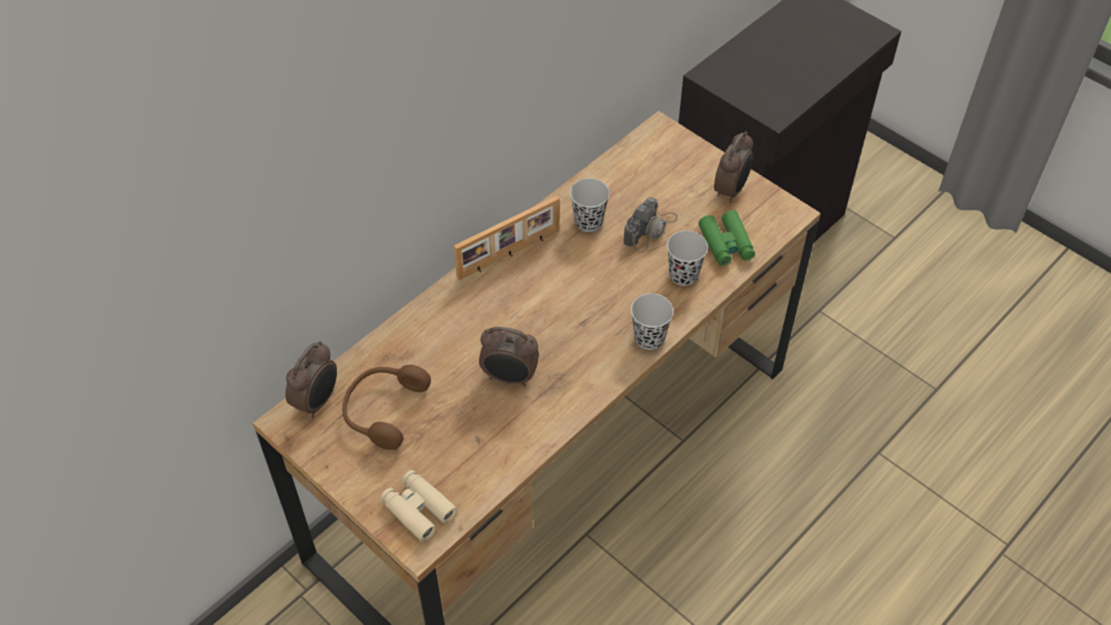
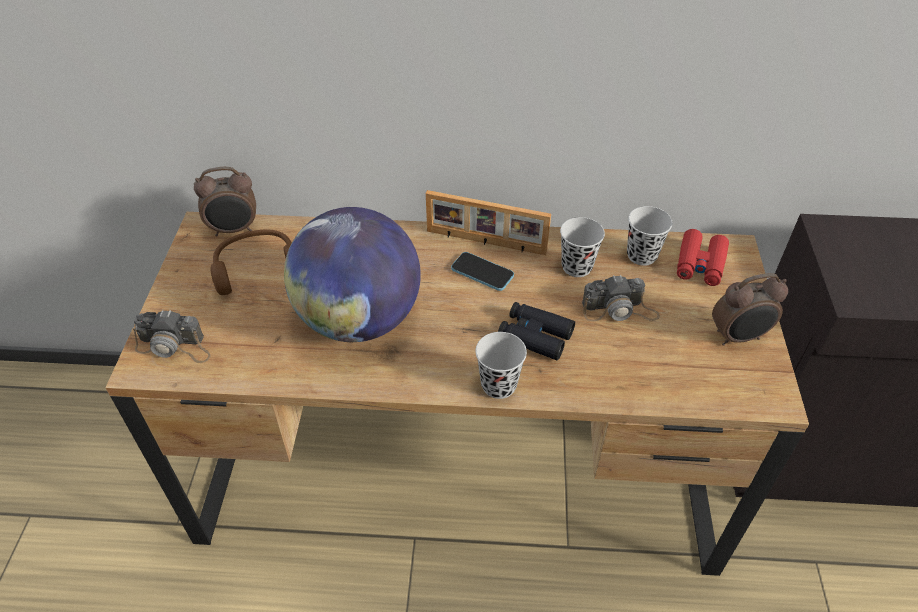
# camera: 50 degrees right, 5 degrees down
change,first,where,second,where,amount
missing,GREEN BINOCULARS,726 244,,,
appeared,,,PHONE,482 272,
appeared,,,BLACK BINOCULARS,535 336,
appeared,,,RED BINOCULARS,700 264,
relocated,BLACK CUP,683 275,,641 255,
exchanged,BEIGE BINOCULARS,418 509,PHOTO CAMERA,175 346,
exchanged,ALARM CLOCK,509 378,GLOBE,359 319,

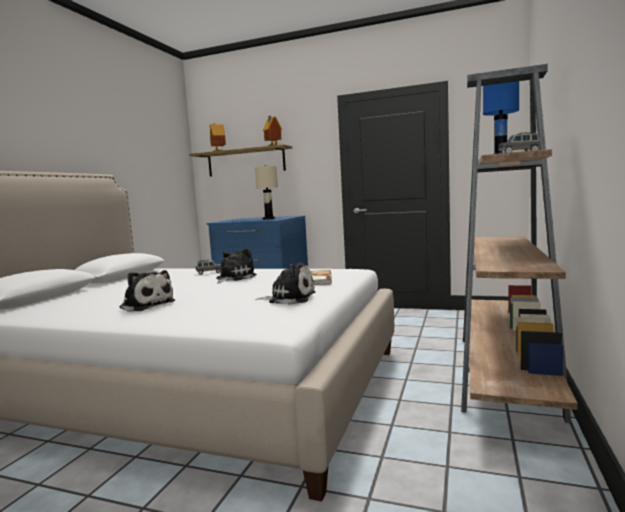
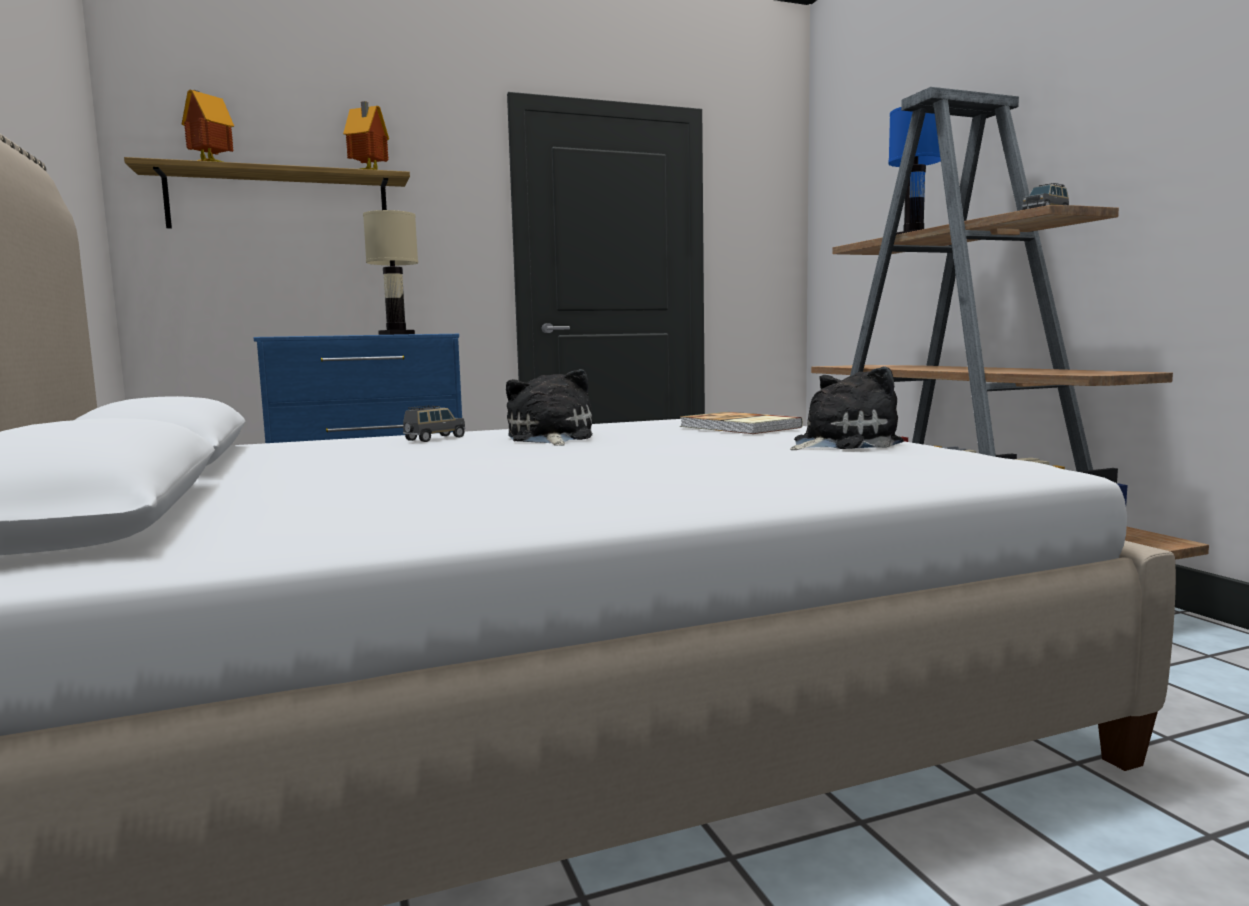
# camera: 40 degrees left, 0 degrees up
change,first,where,second,where,amount
missing,PLUSH TOY,146 305,,,

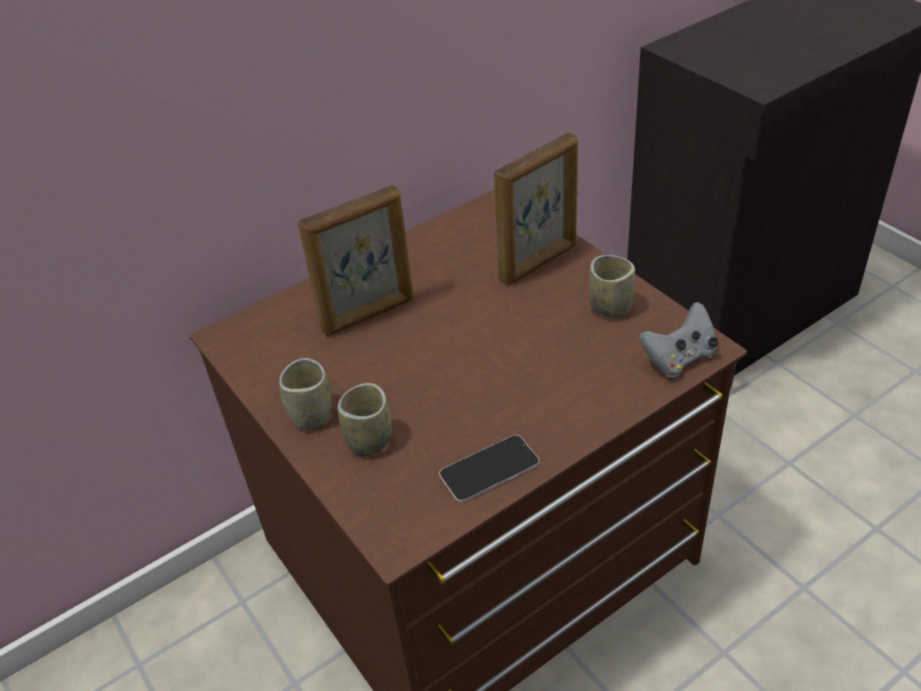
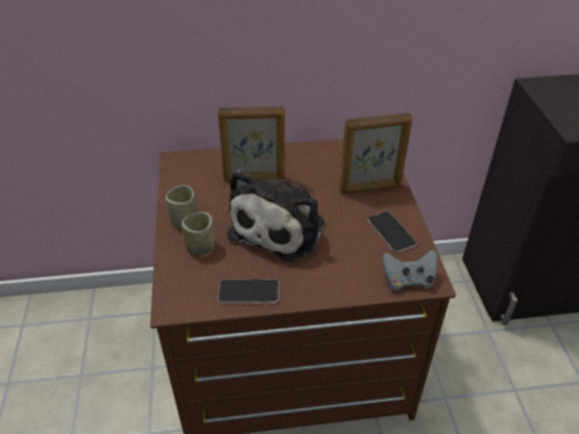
# camera: 25 degrees right, 0 degrees up
change,first,where,second,where,amount
appeared,,,PLUSH TOY,281 226,
exchanged,CUP,610 307,PHONE,391 232,

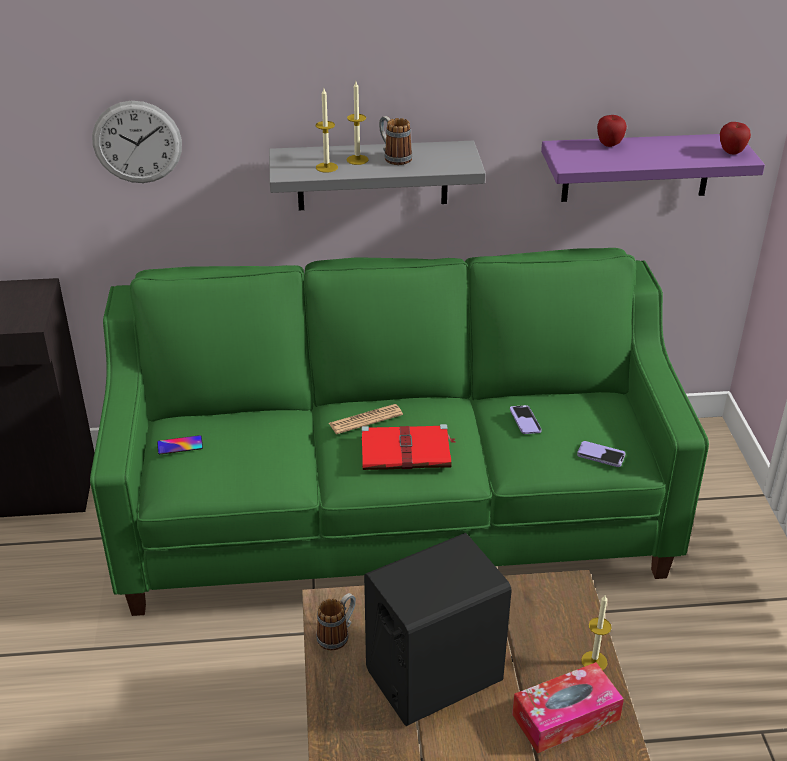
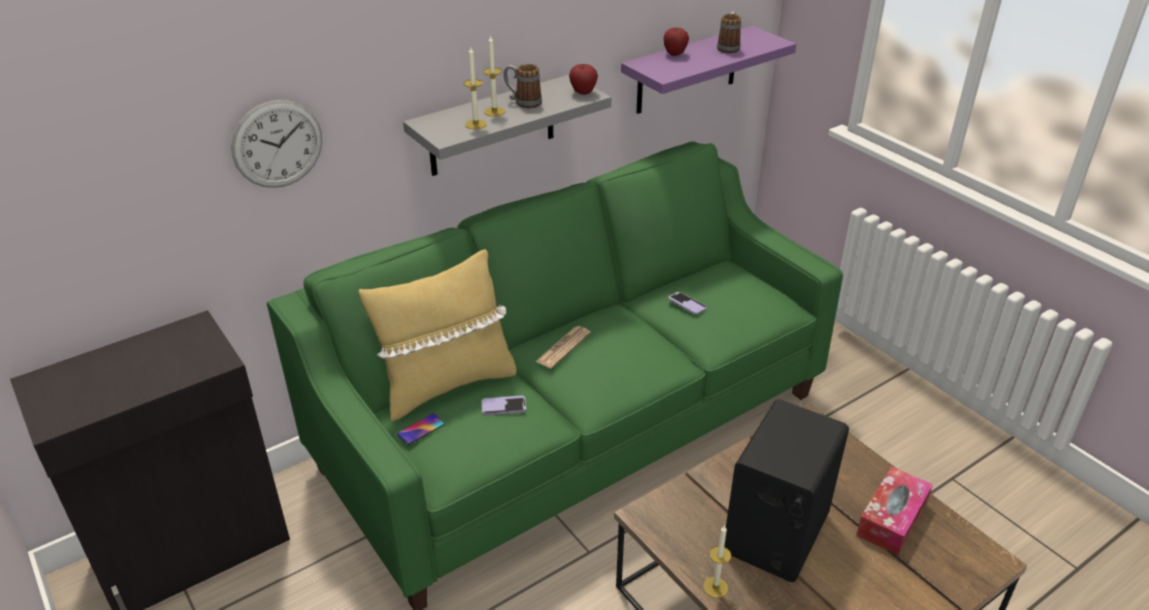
# camera: 30 degrees left, 0 degrees up
change,first,where,second,where,amount
missing,RED BOOK,407 451,,,
appeared,,,YELLOW PILLOW,446 385,
relocated,MUG,338 634,,728 47,
relocated,PHONE,601 455,,503 407,
relocated,CANDLE,594 661,,715 587,
relocated,APPLE,731 152,,583 93,

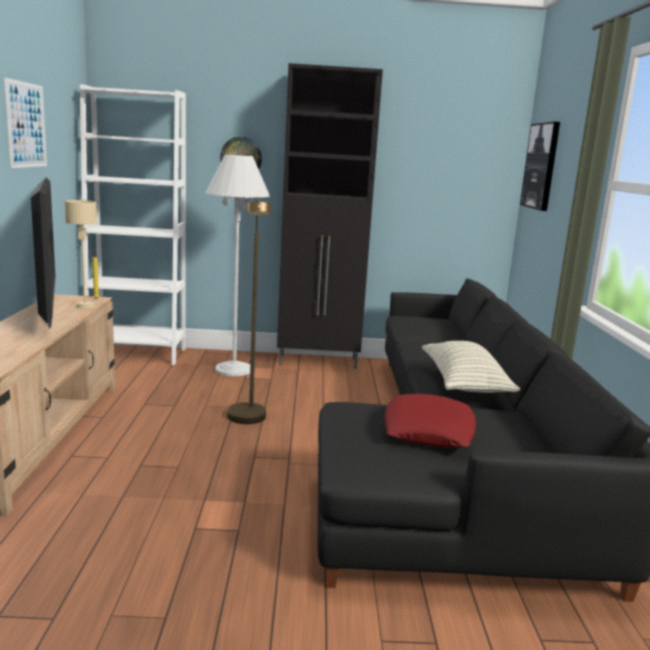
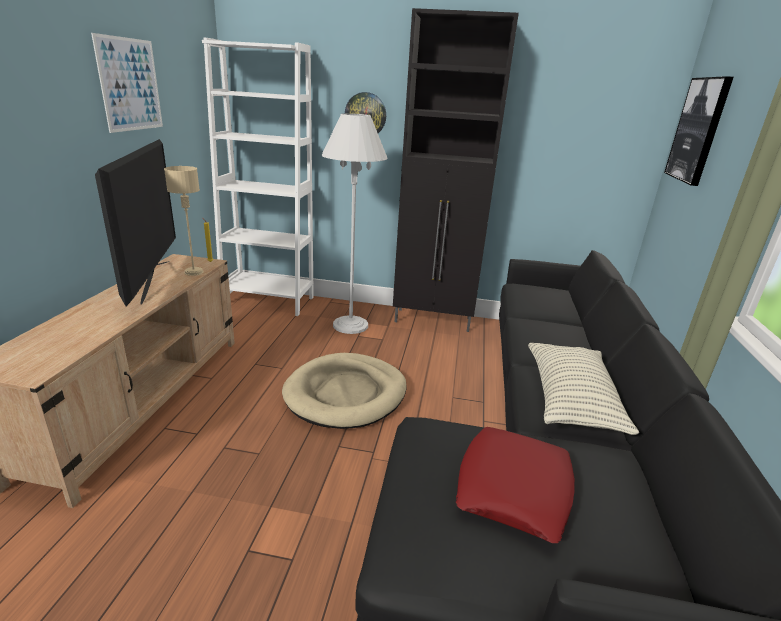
# camera: 10 degrees right, 10 degrees up
change,first,where,second,where,amount
exchanged,BROWN FLOOR LAMP,248 421,BEIGE DOG BED,346 394,

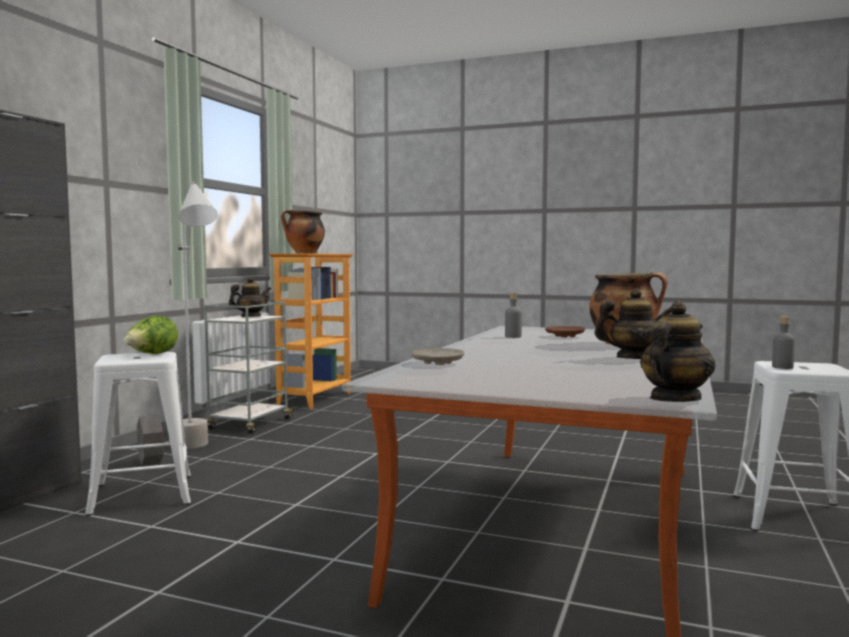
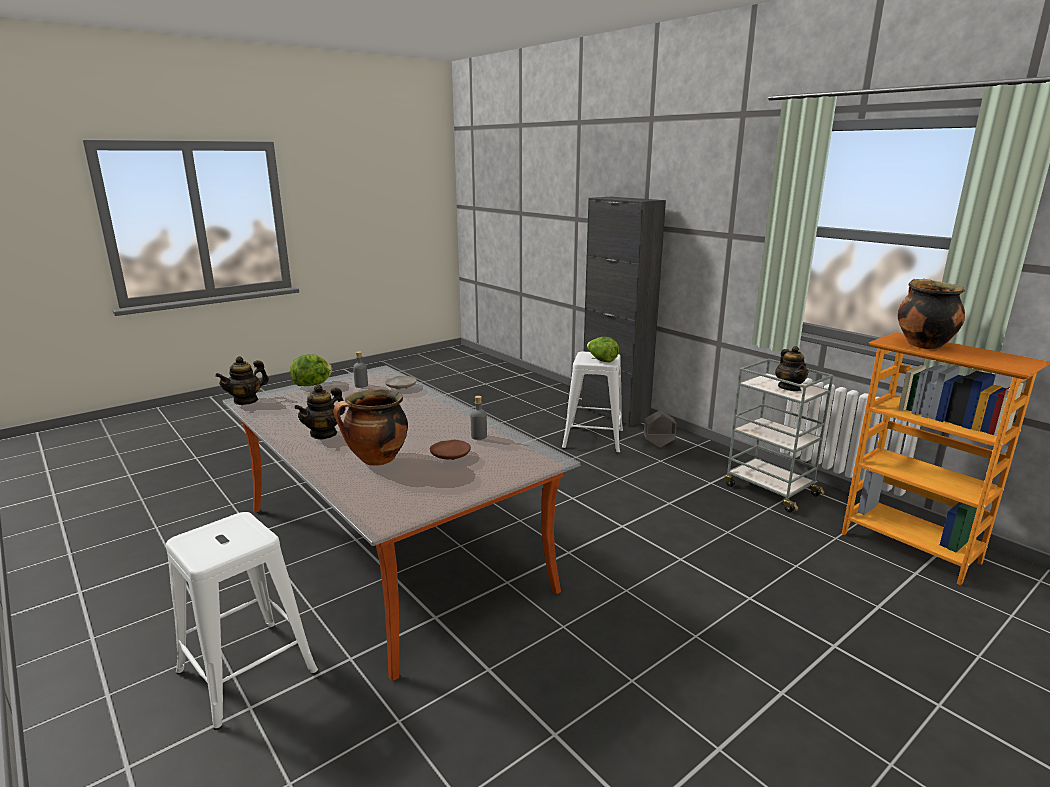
# camera: 120 degrees right, 15 degrees up
change,first,where,second,where,amount
missing,GREY FLOOR LAMP,197 451,,,
appeared,,,LETTUCE,313 385,
relocated,GREY BOTTLE,782 367,,361 385,
spun,TEAPOT,674 399,,246 400,60 degrees clockwise

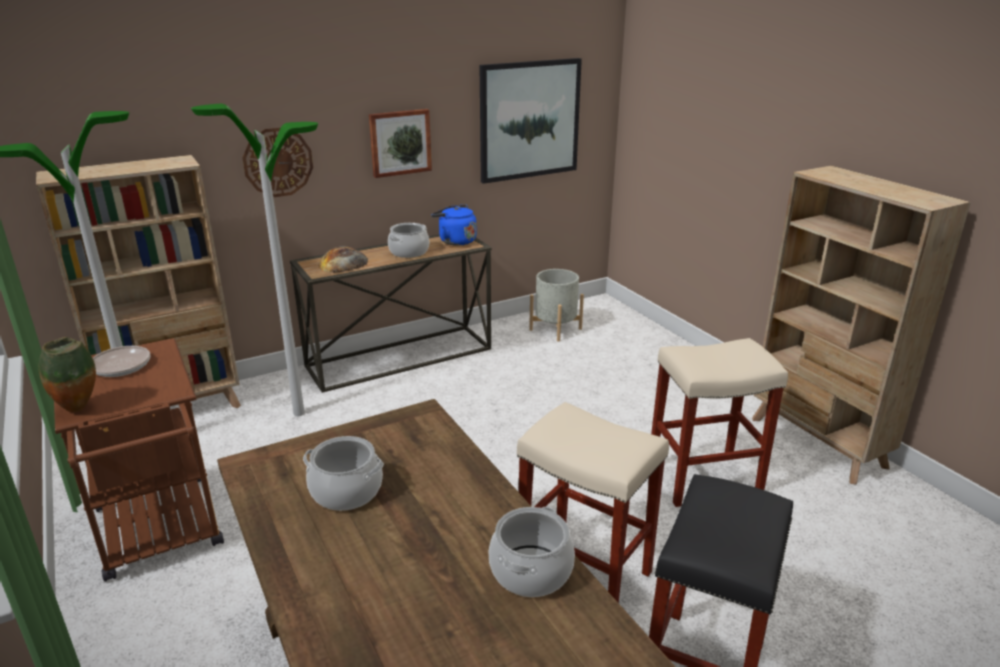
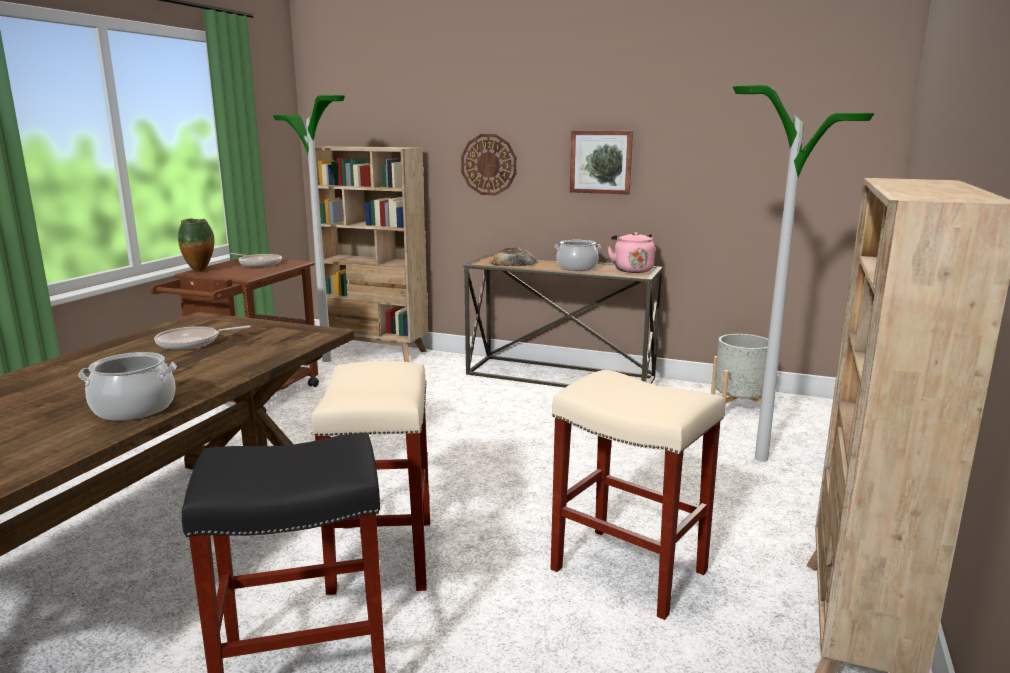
# camera: 50 degrees right, 10 degrees down
change,first,where,second,where,amount
missing,PICTURE,529 120,,,
relocated,FLOOR LAMP,299 413,,761 459,
exchanged,COOKING POT,346 491,FRYING PAN,192 342,
colour,BLUE KETTLE,455 241,PINK KETTLE,632 270,

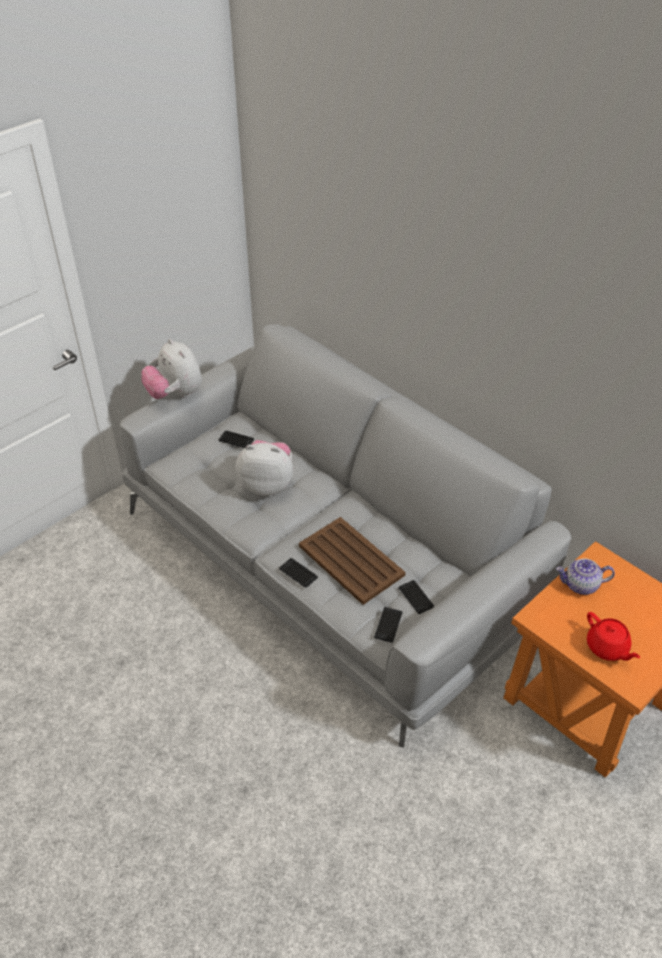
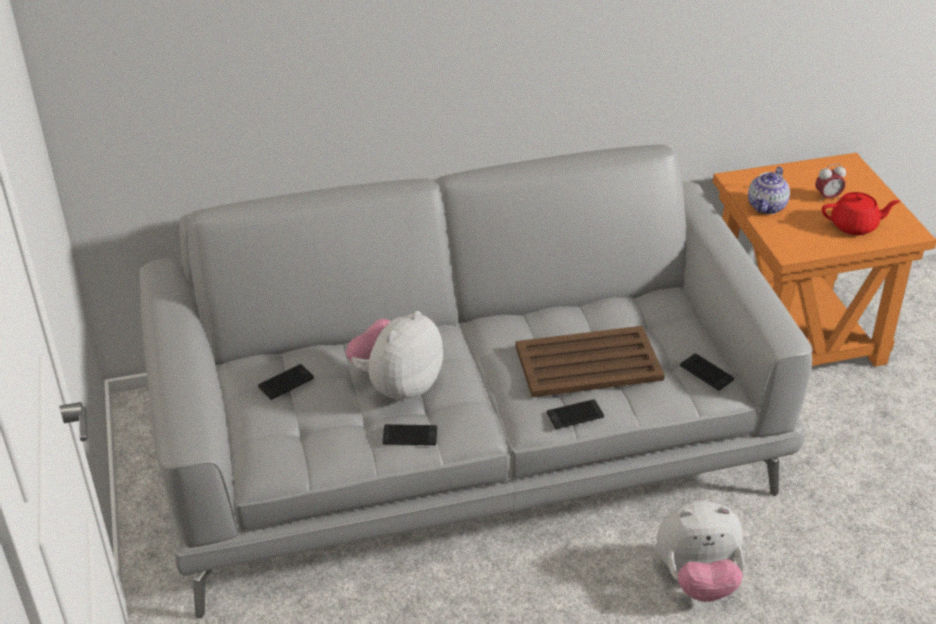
# camera: 60 degrees left, 5 degrees down
change,first,where,second,where,amount
appeared,,,ALARM CLOCK,827 198,
relocated,PLUSH TOY,175 394,,697 578,
relocated,PHONE,416 597,,410 435,

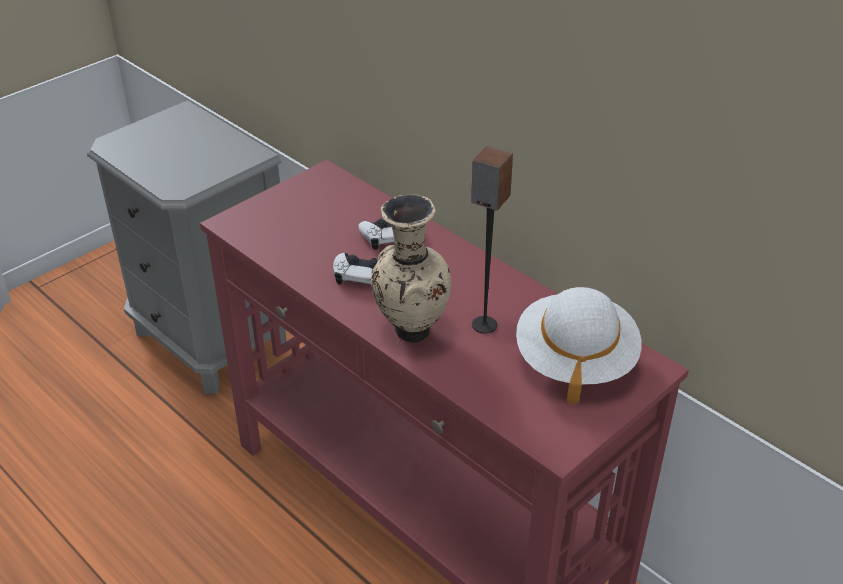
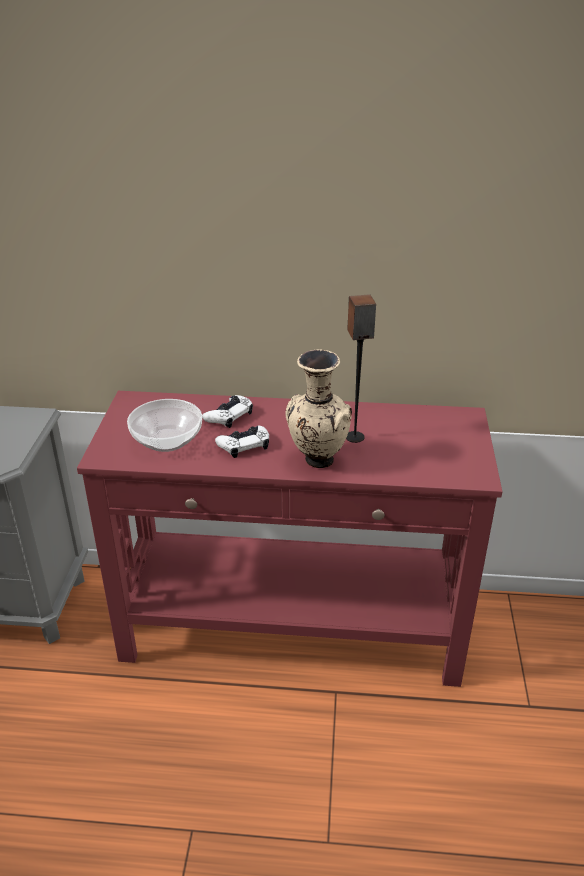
# camera: 40 degrees left, 5 degrees down
change,first,where,second,where,amount
missing,WHITE HAT,575 360,,,
appeared,,,BOWL,167 441,

